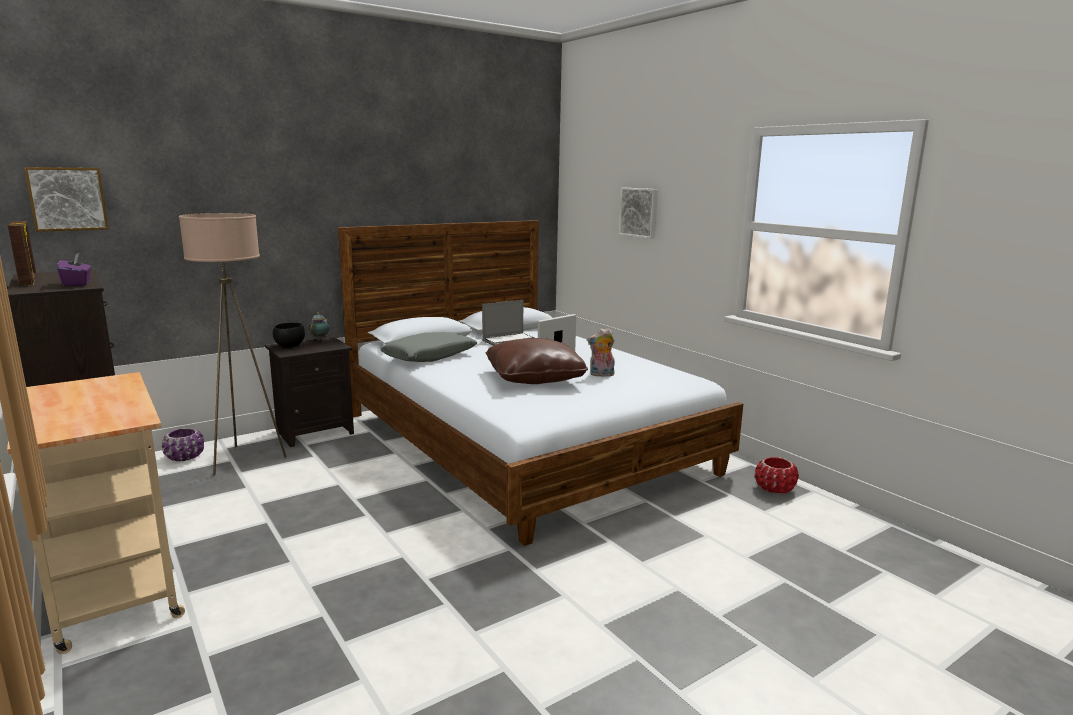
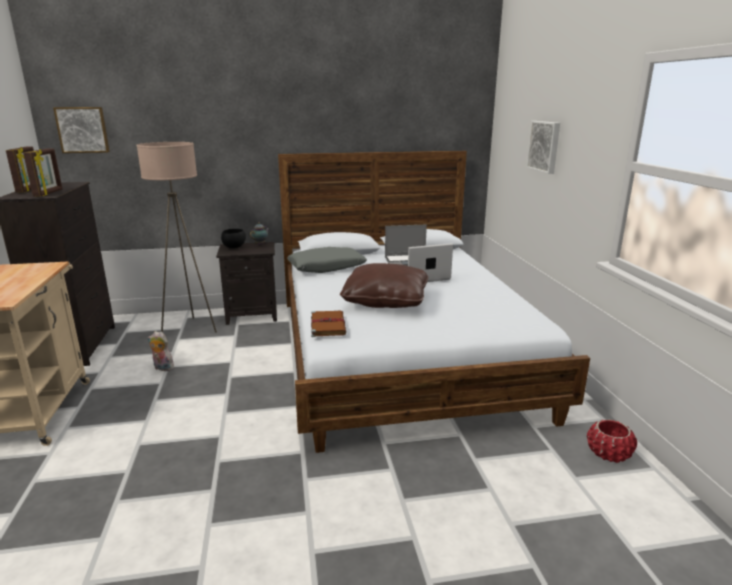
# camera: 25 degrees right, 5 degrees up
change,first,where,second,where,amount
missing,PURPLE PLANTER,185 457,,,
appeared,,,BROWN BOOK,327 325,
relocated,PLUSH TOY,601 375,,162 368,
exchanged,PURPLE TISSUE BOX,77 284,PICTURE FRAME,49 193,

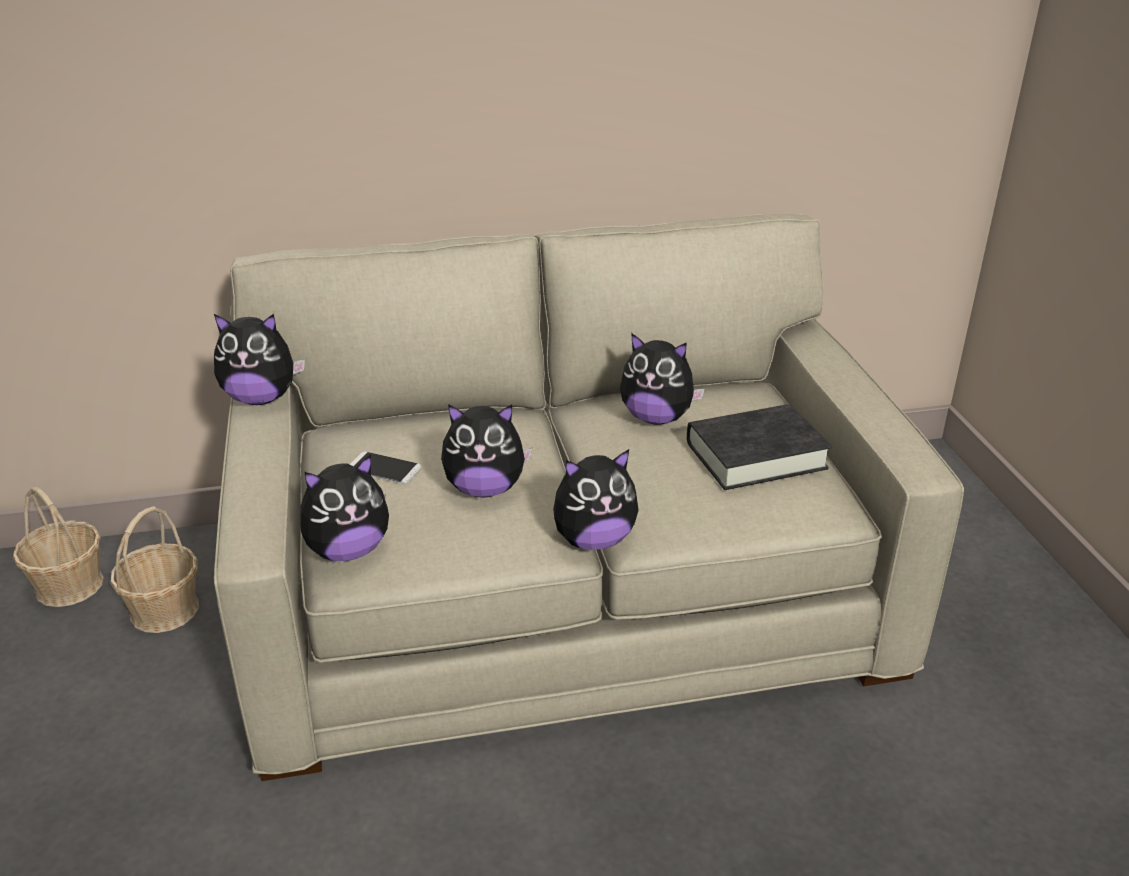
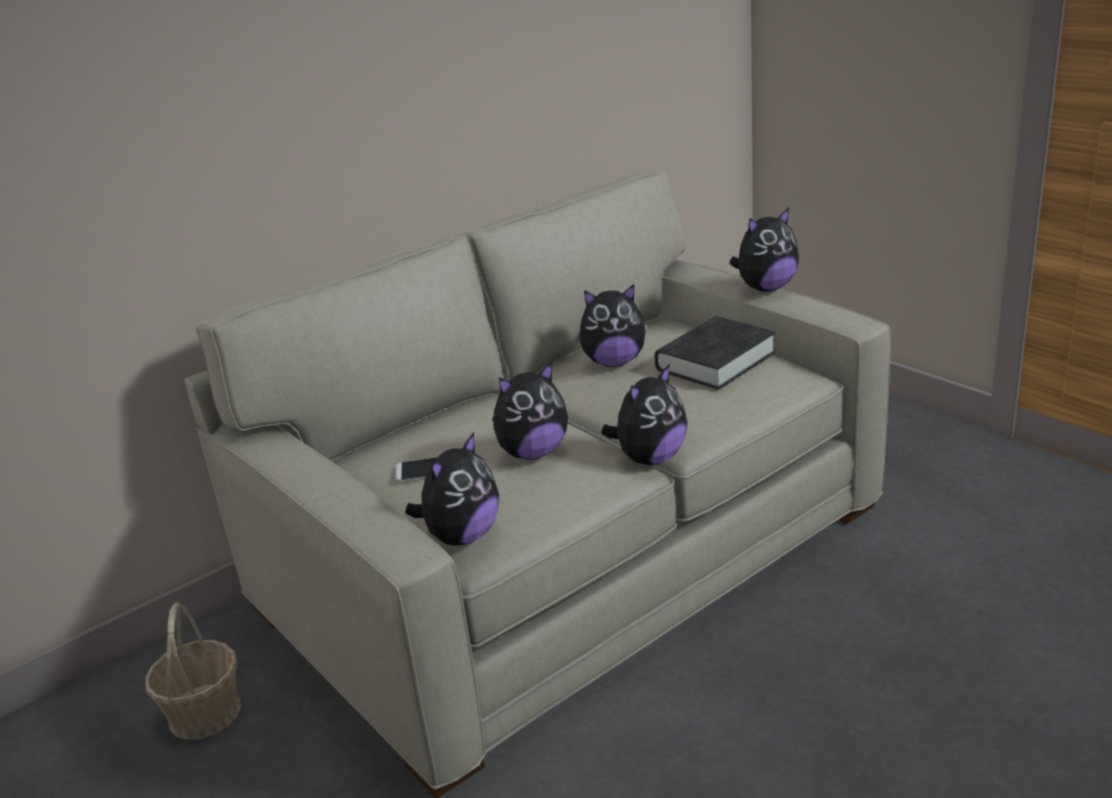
# camera: 25 degrees left, 5 degrees down
change,first,where,second,where,amount
missing,BASKET,69 585,,,
relocated,PLUSH TOY,261 398,,765 288,

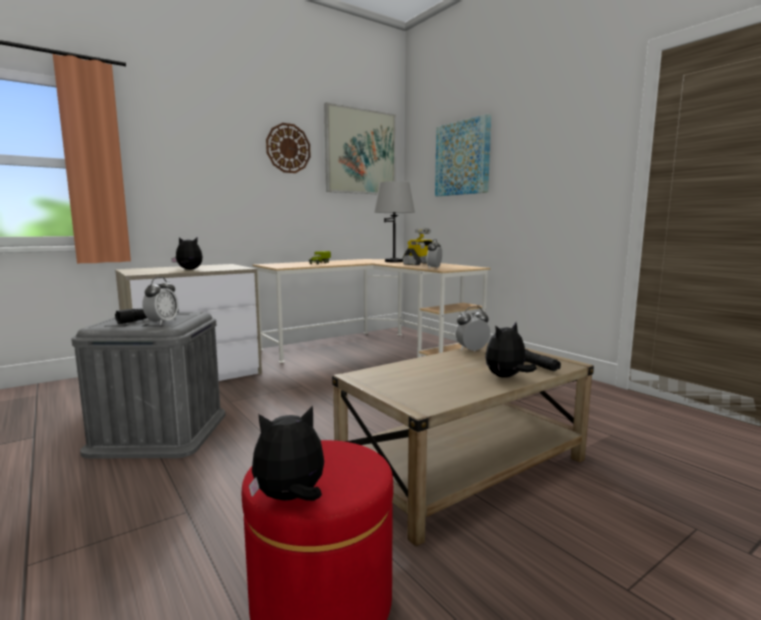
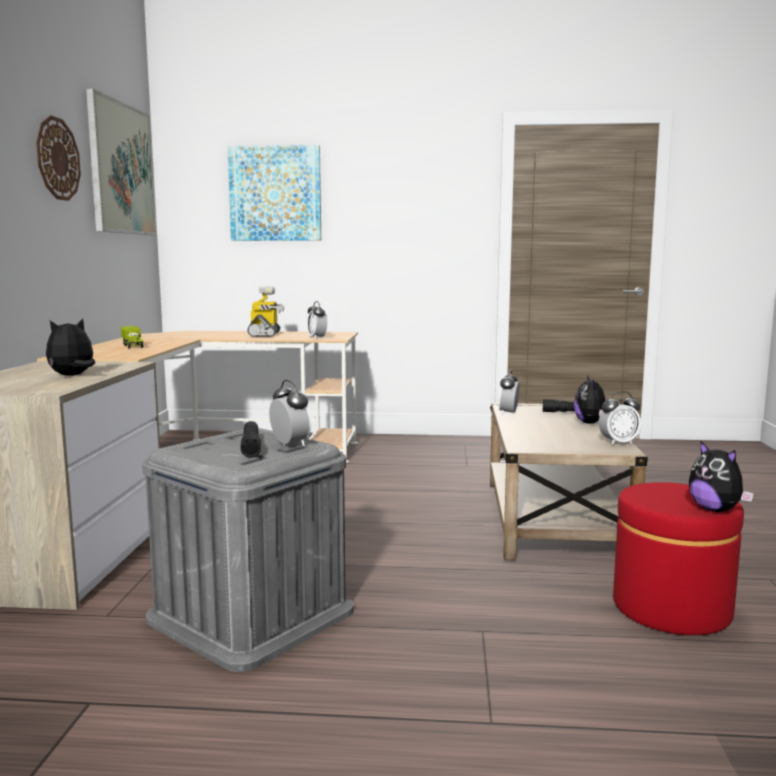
# camera: 50 degrees left, 0 degrees up
change,first,where,second,where,amount
missing,GREY TABLE LAMP,394 261,,,
appeared,,,ALARM CLOCK,618 443,
spun,PLUSH TOY,290 498,,715 510,45 degrees counterclockwise

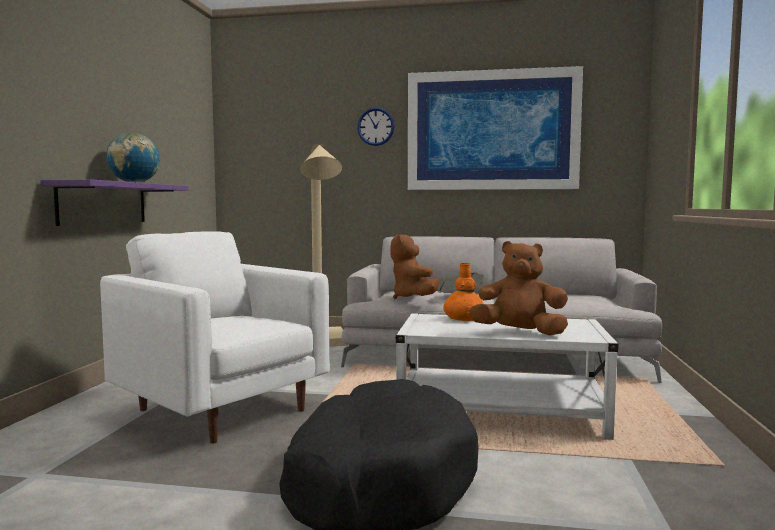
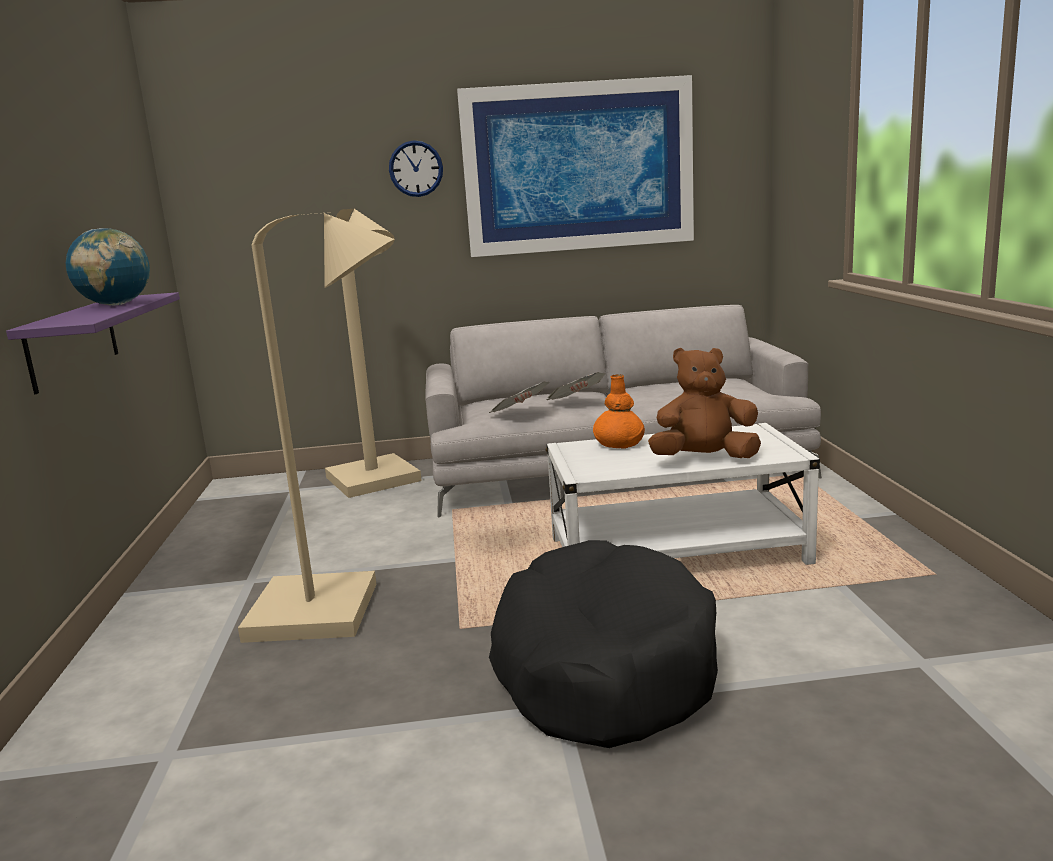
# camera: 15 degrees left, 10 degrees up
change,first,where,second,where,amount
exchanged,WHITE ARMCHAIR,222 410,BEIGE FLOOR LAMP,334 610,
exchanged,BROWN PLUSH TOY,413 298,NEWSPAPER,520 414,

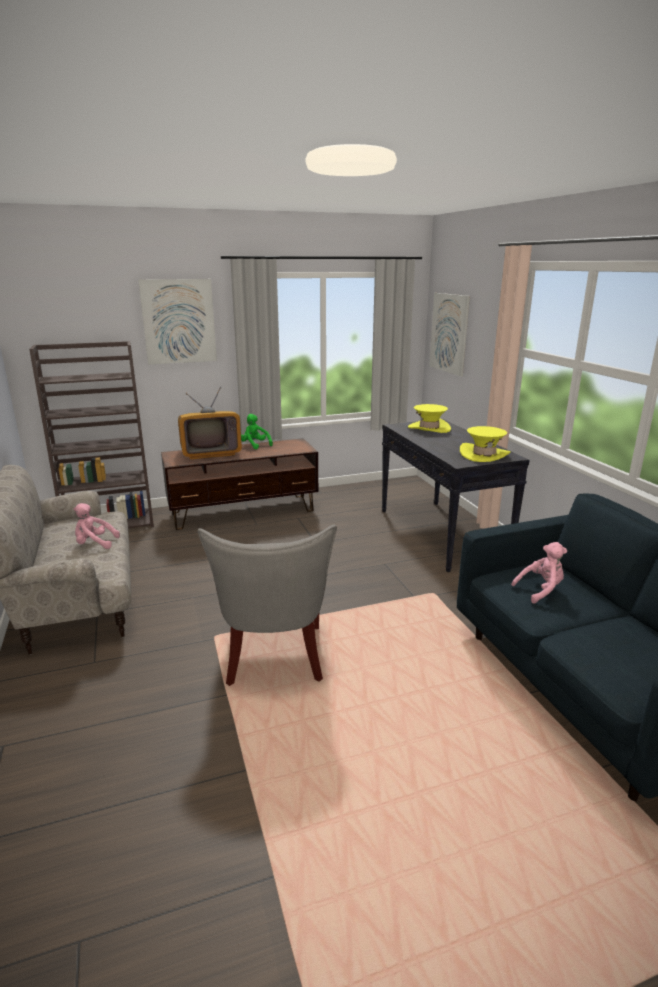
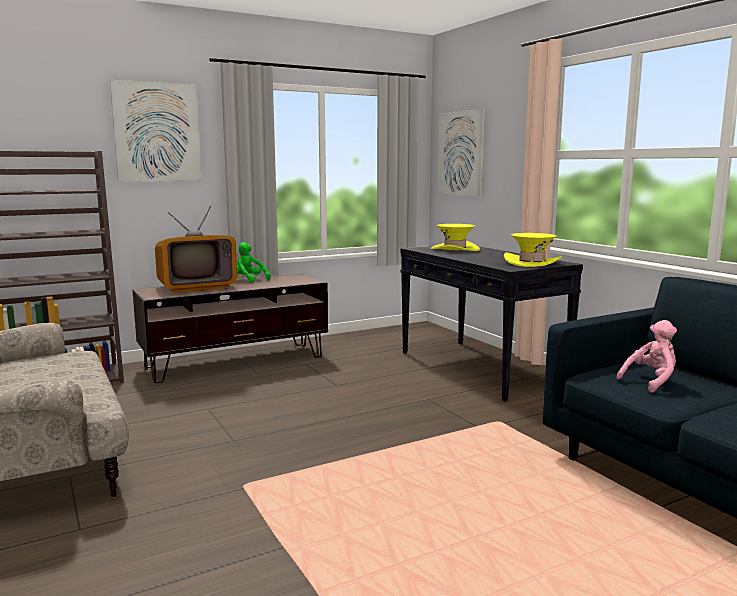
# camera: 10 degrees left, 10 degrees down
change,first,where,second,where,amount
missing,PINK PLUSH TOY,94 544,,,
missing,GREY ARMCHAIR,274 657,,,

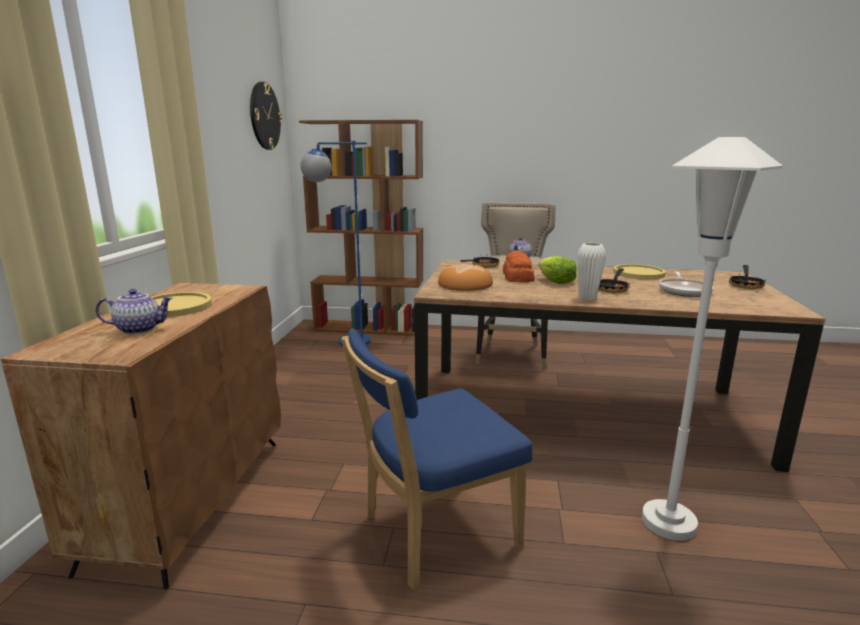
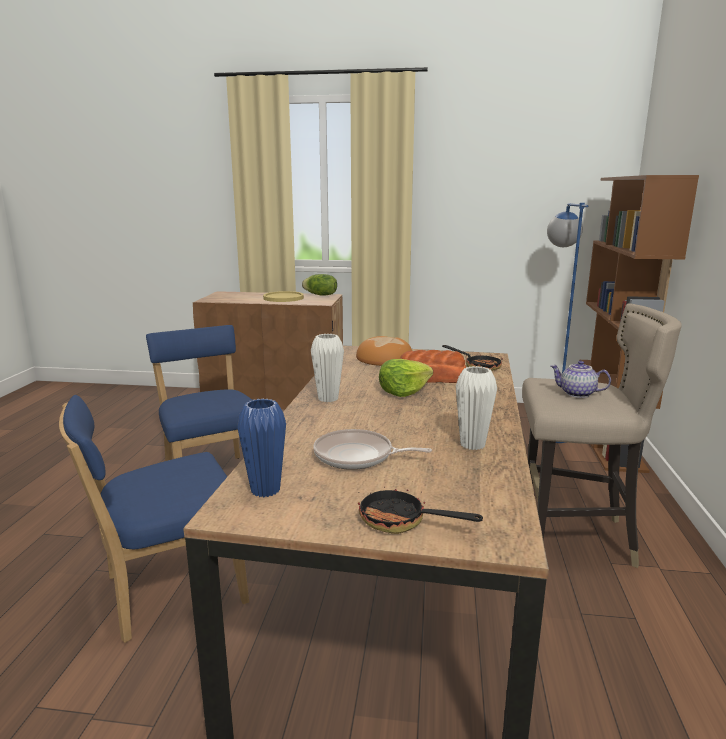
# camera: 90 degrees right, 0 degrees up
change,first,where,second,where,amount
missing,TEAPOT,140 329,,,
missing,WALL CLOCK,264 116,,,
missing,FRYING PAN,612 289,,,
appeared,,,BLUE VASE,265 490,
appeared,,,LETTUCE,320 295,
exchanged,YELLOW PLATE,638 273,WHITE VASE,472 444,
exchanged,WHITE FLOOR LAMP,668 522,BLUE CHAIR,168 591,

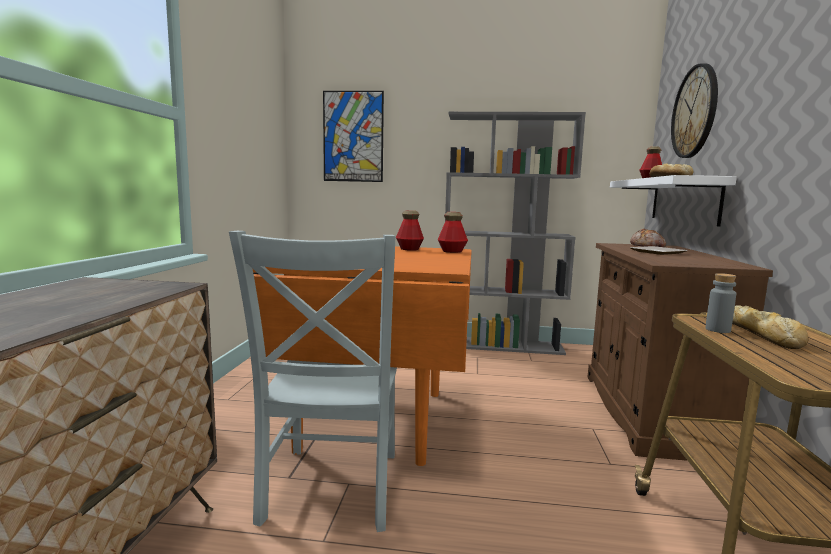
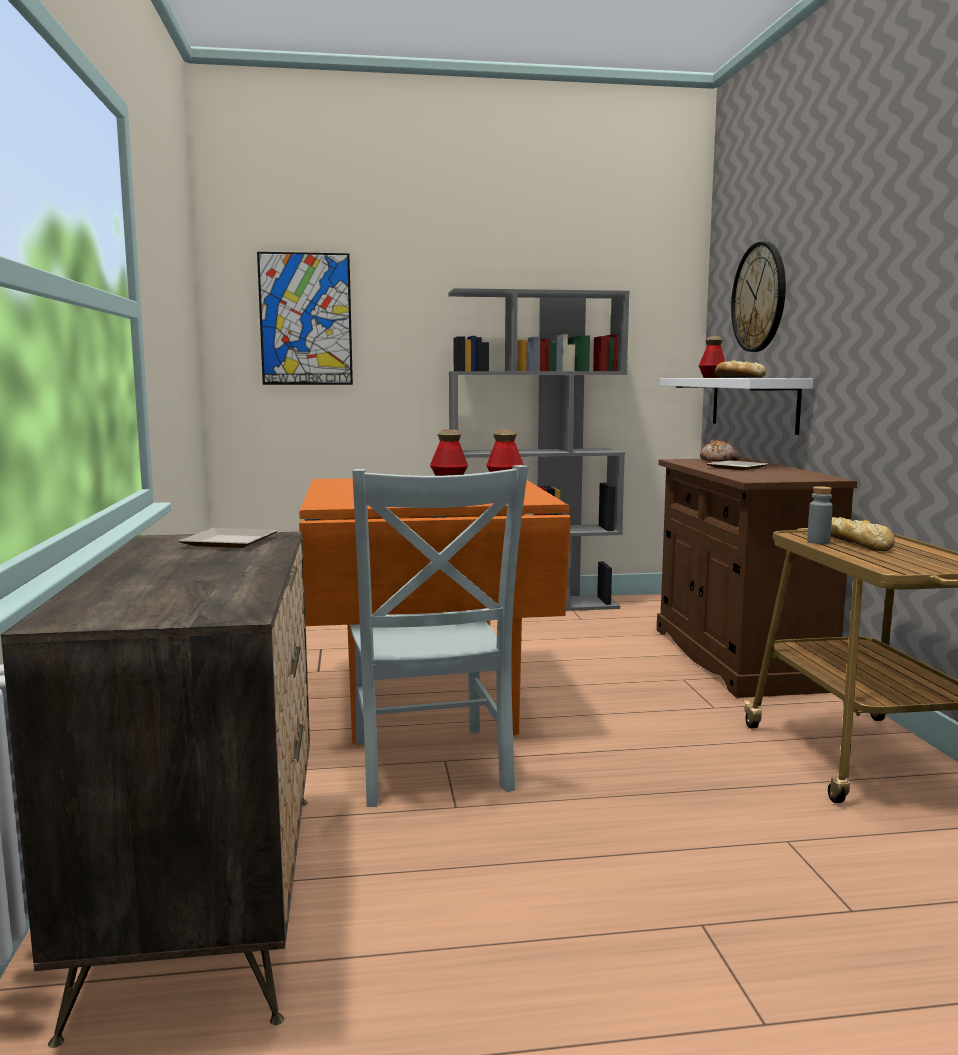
# camera: 15 degrees left, 0 degrees up
change,first,where,second,where,amount
appeared,,,PLATE,231 543,

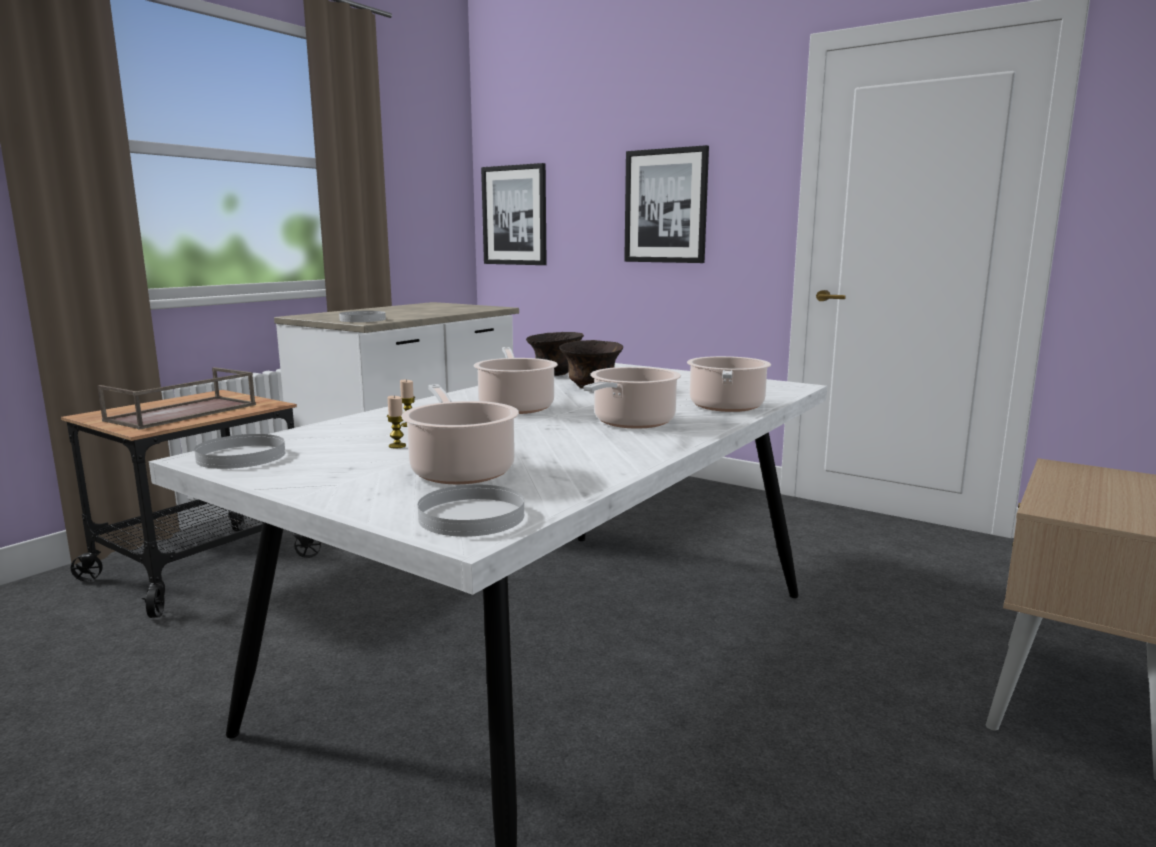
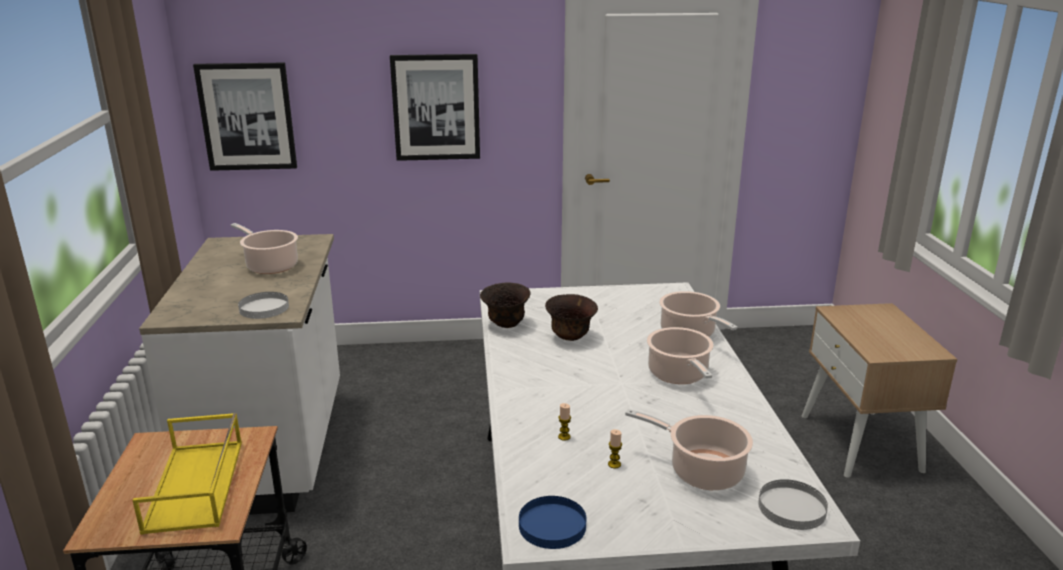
# camera: 40 degrees left, 10 degrees up
change,first,where,second,where,amount
relocated,COOKING POT,515 406,,270 266,
colour,BROWN TRAY,182 413,YELLOW TRAY,196 486,
colour,WHITE PLATE,241 456,BLUE PLATE,551 525,

